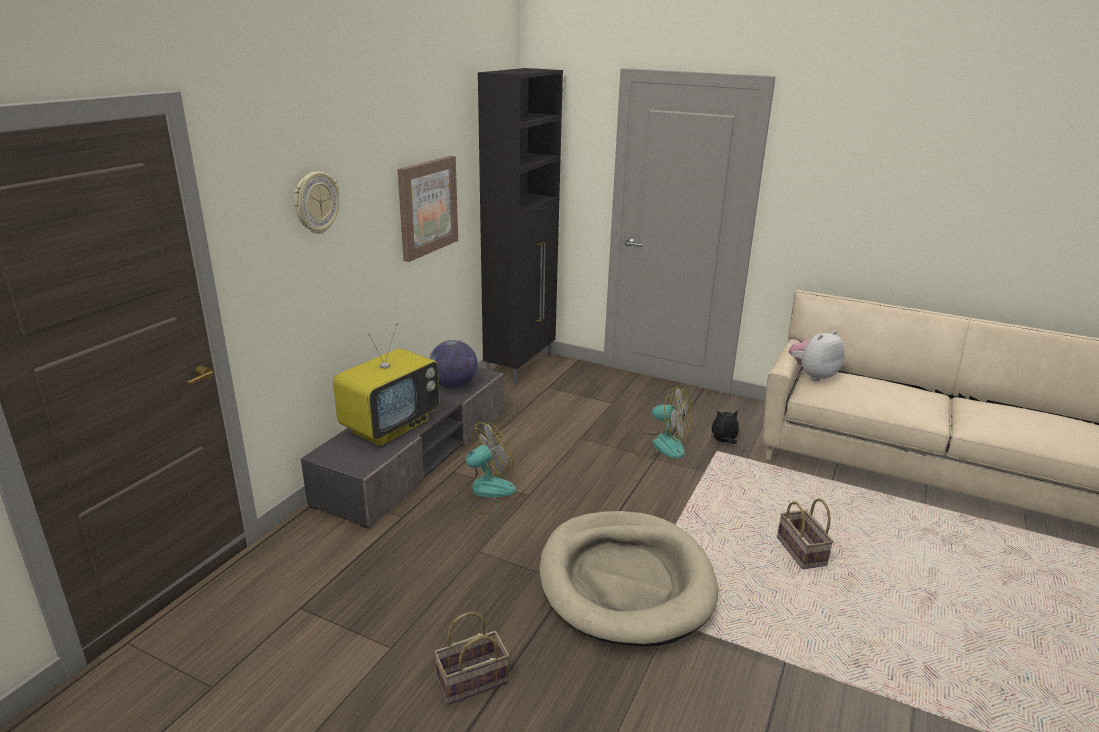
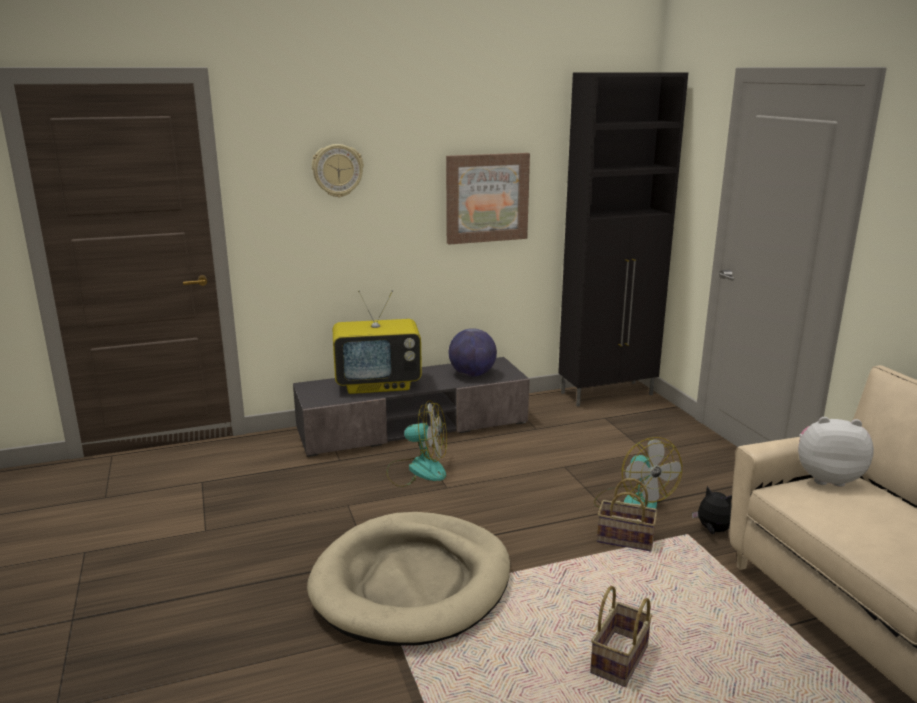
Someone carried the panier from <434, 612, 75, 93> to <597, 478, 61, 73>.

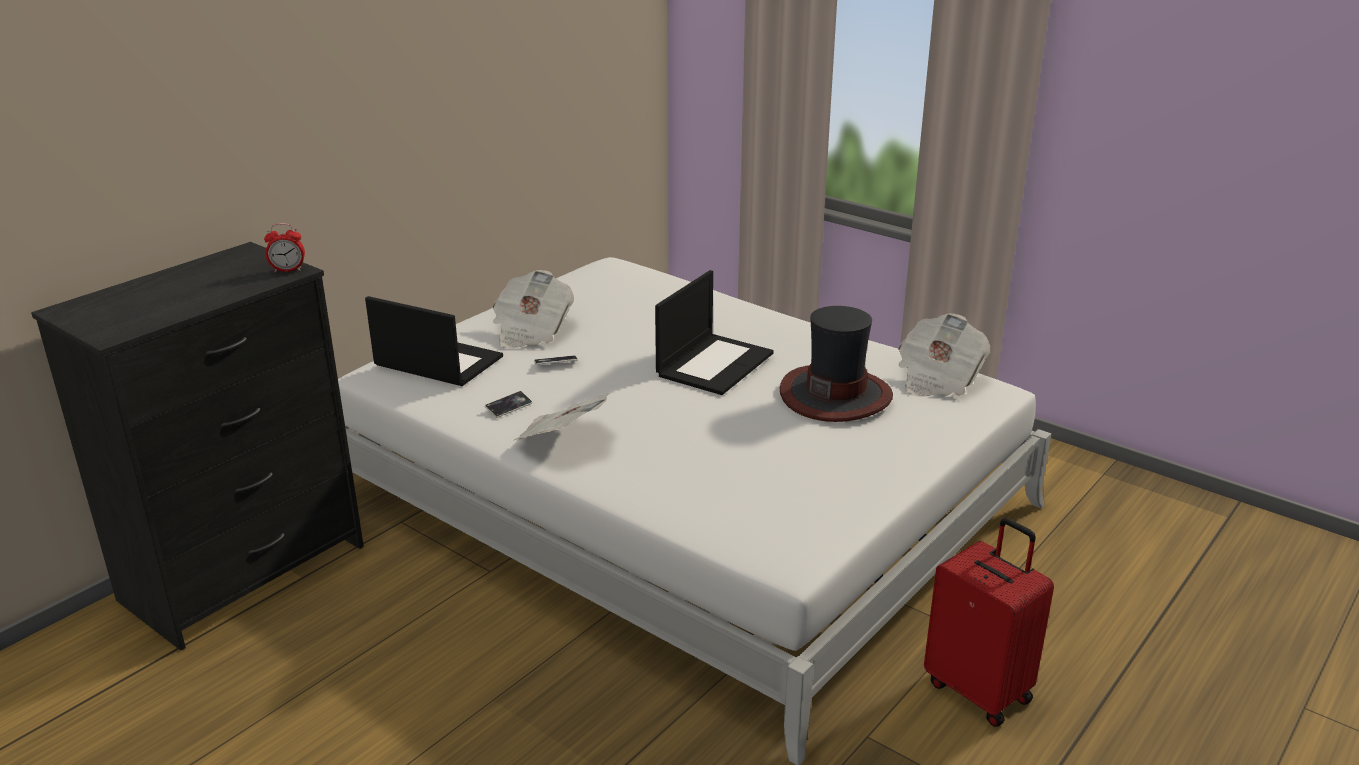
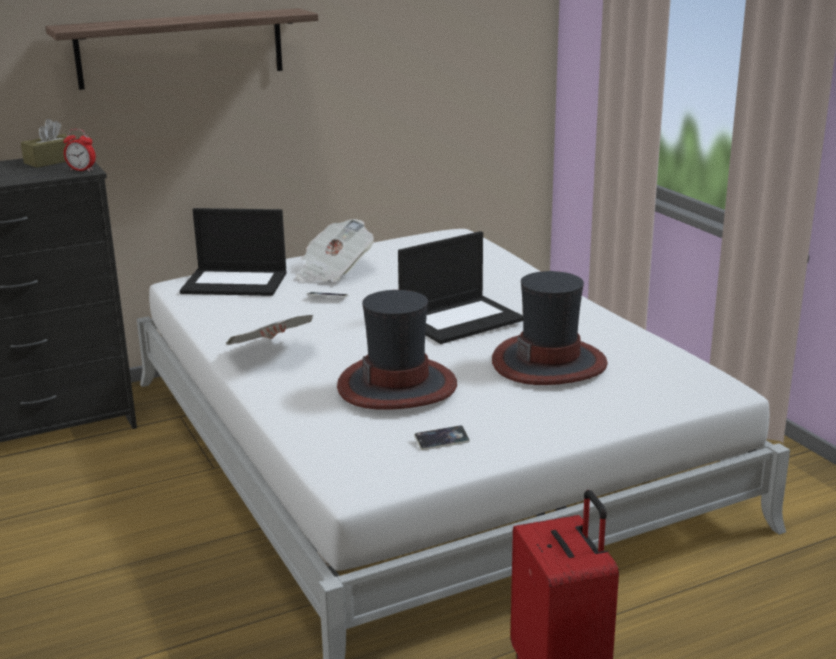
Someone took away the journal at <899, 313, 92, 84>.
Someone put down the boîte à mouchoirs [marron] at <21, 119, 58, 49>.
Someone put up the étagère at <45, 8, 273, 82>.
Someone put down the chapeau at <337, 290, 120, 120>.
Someone carried the téléphone from <485, 391, 47, 27> to <414, 425, 56, 25>.
Someone rotated the ordinateur portable at <365, 296, 138, 90> by 135 degrees clockwise.

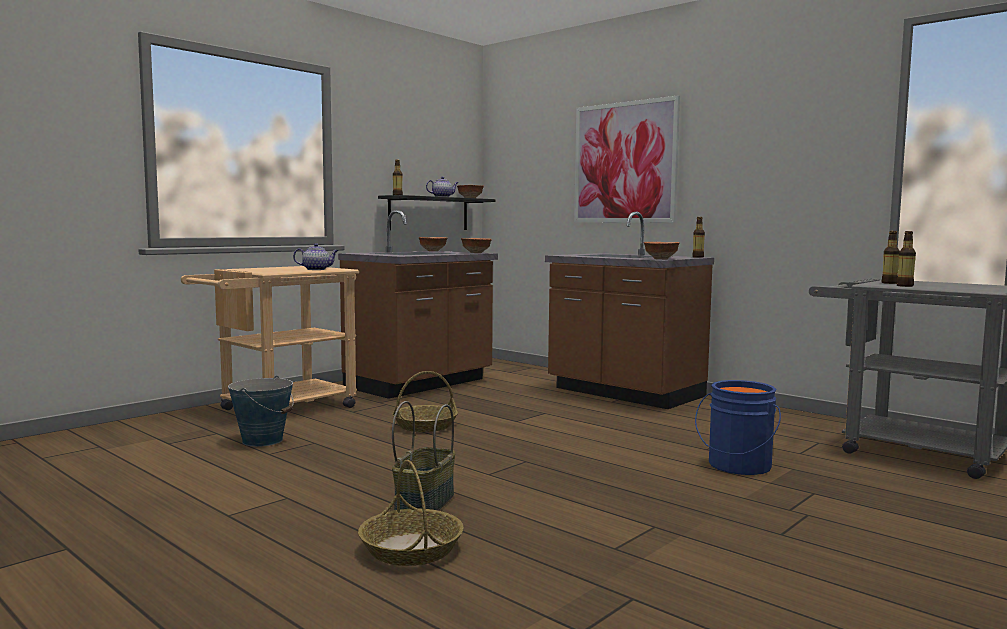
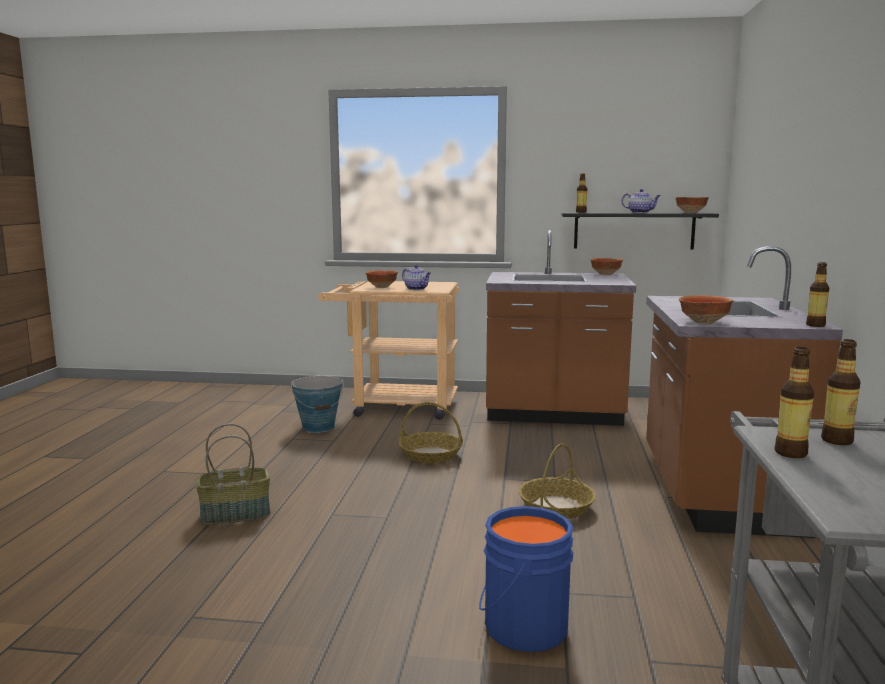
Someone took away the tableau at <574, 95, 106, 128>.
Someone carried the panier from <358, 460, 106, 106> to <519, 443, 77, 76>.
Someone carried the bol from <461, 238, 31, 15> to <366, 270, 32, 18>.

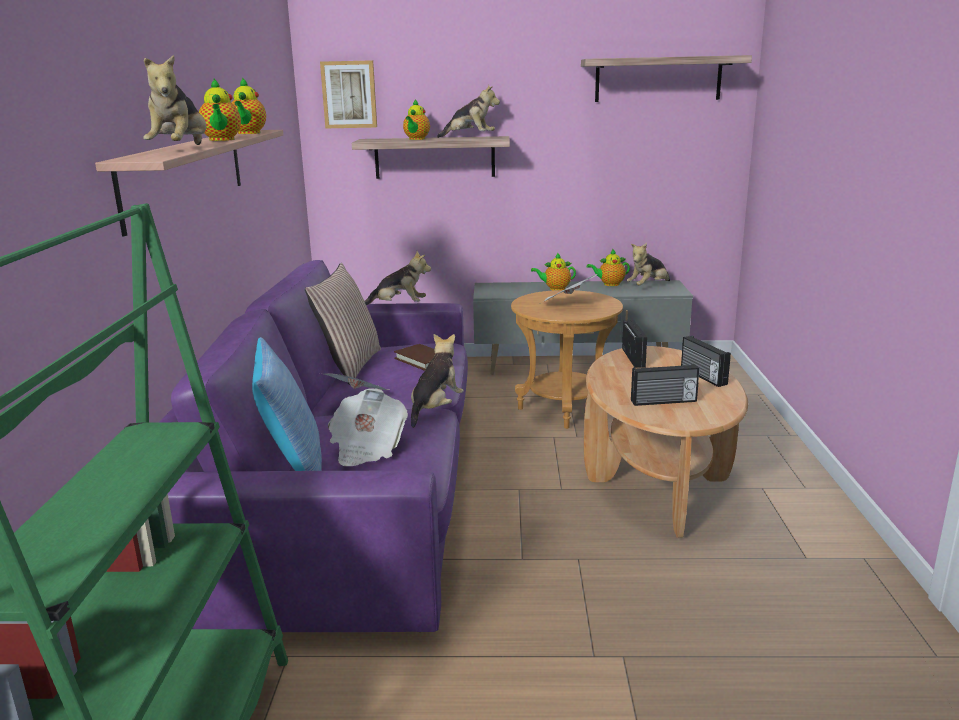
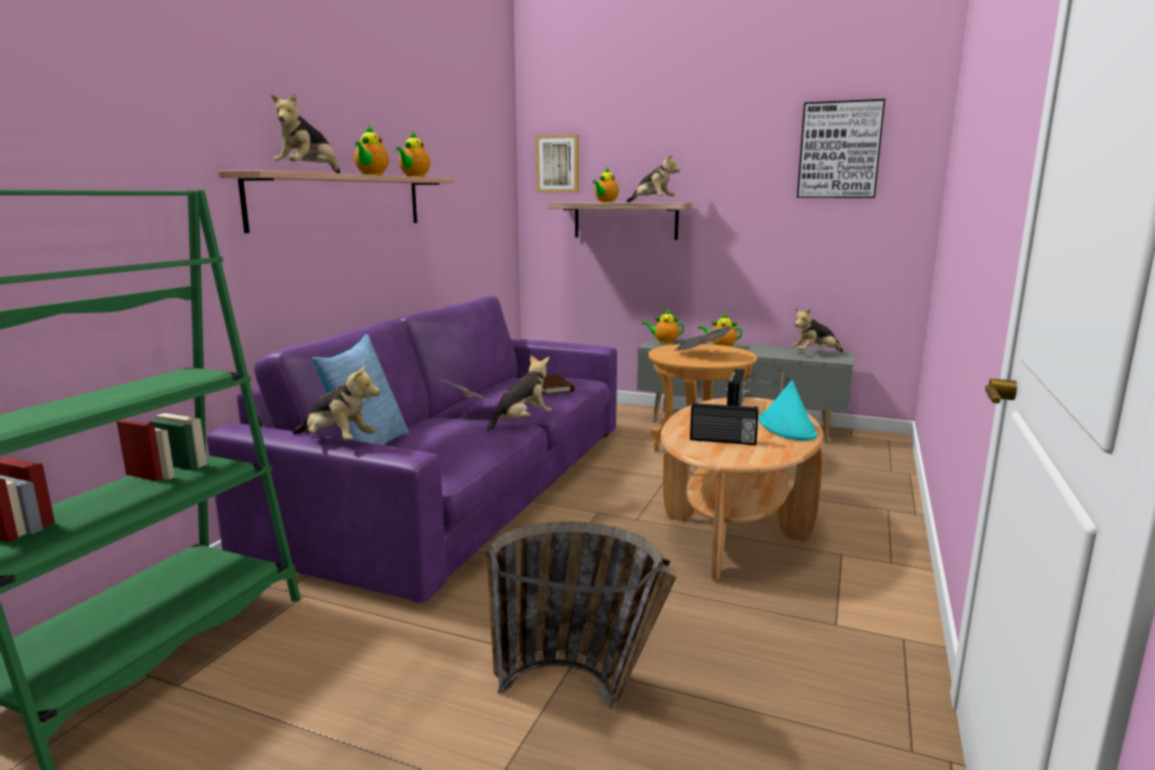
Someone took away the coussin at <305, 263, 76, 122>.
Someone took away the journal at <328, 388, 80, 78>.
Someone put down the panier at <486, 521, 190, 188>.
Someone carried the peluche from <365, 251, 66, 54> to <293, 364, 87, 76>.
Someone carried the théière from <587, 249, 43, 37> to <642, 309, 42, 35>.
Someone swapped the étagère at <581, 55, 171, 47> for the tableau at <797, 99, 88, 99>.
Someone swapped the radio at <681, 336, 50, 51> for the chapeau [turquoise] at <759, 380, 58, 61>.

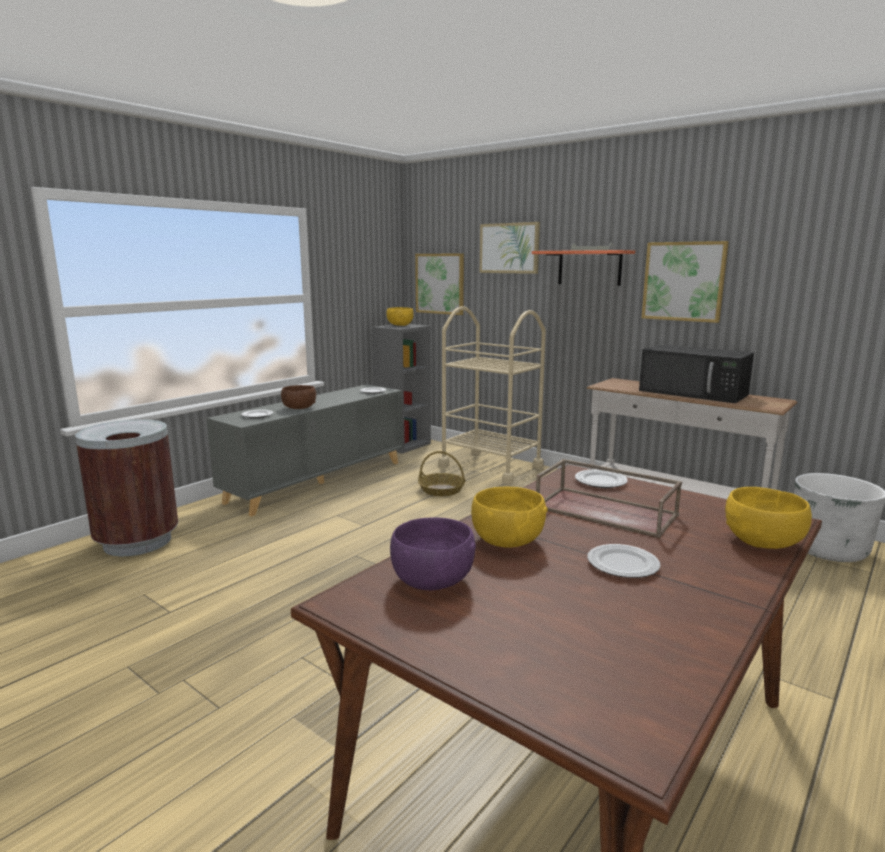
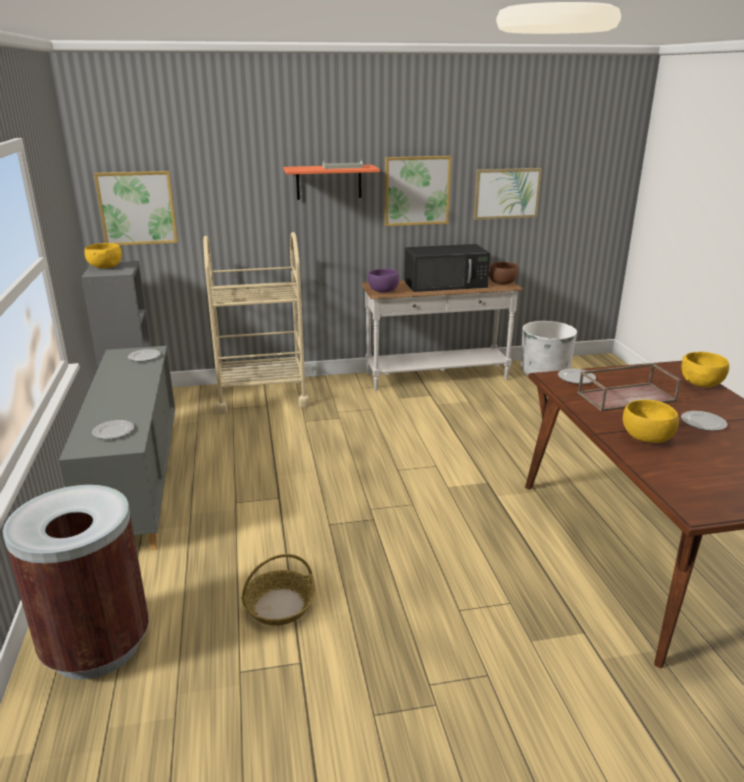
Someone carried the bol [marron] from <281, 385, 35, 24> to <489, 262, 30, 23>.
Someone carried the bol [violet] from <390, 517, 86, 73> to <368, 269, 31, 23>.
Someone carried the panier from <418, 451, 47, 45> to <241, 554, 74, 72>.
Someone carried the tableau from <480, 222, 60, 52> to <473, 168, 69, 52>.

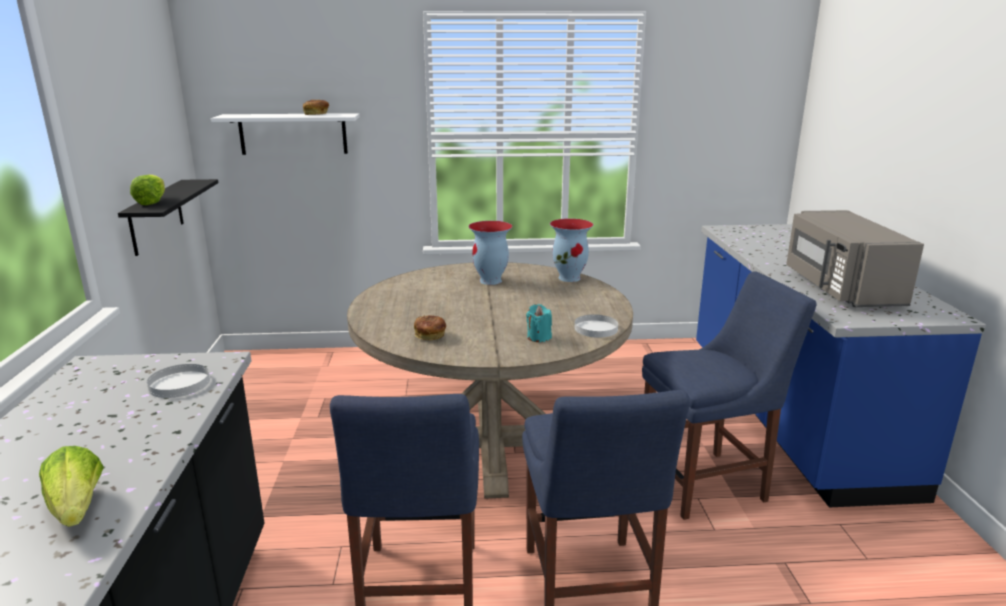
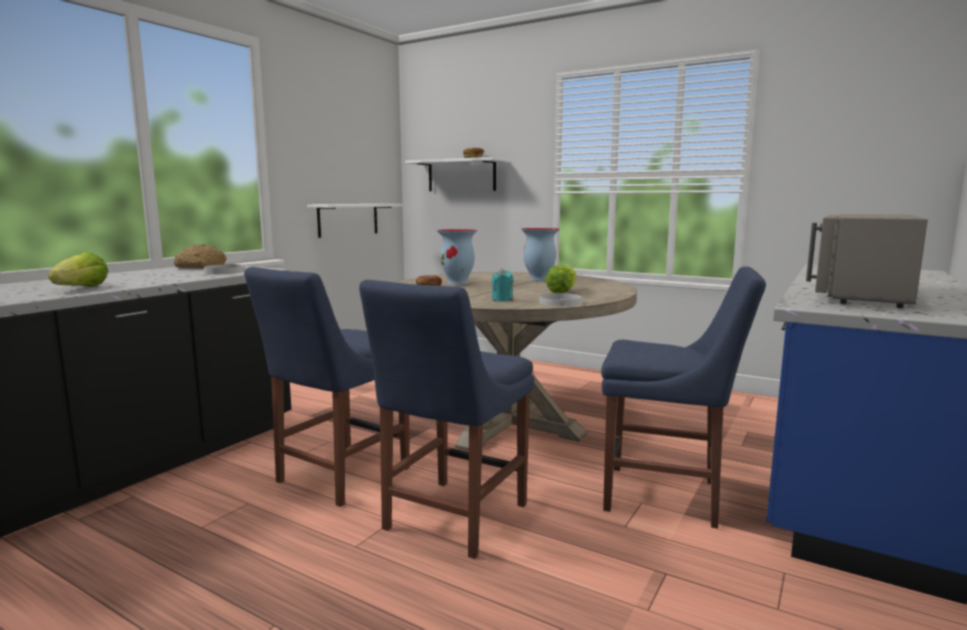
Someone put down the pain at <174, 244, 53, 25>.
Someone carried the laitue from <130, 175, 35, 30> to <545, 265, 31, 28>.
Someone carried the vase from <550, 219, 43, 63> to <437, 229, 40, 56>.
Someone repainted the étagère [noir] at <118, 179, 100, 77>, which became the étagère [blanc] at <307, 204, 96, 34>.

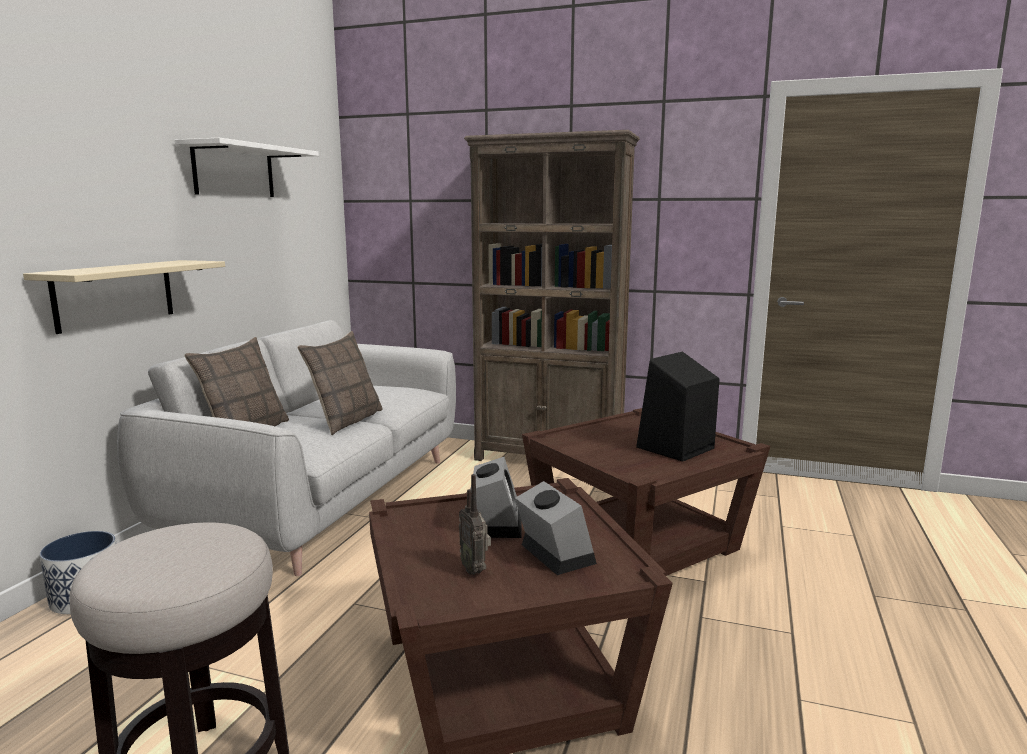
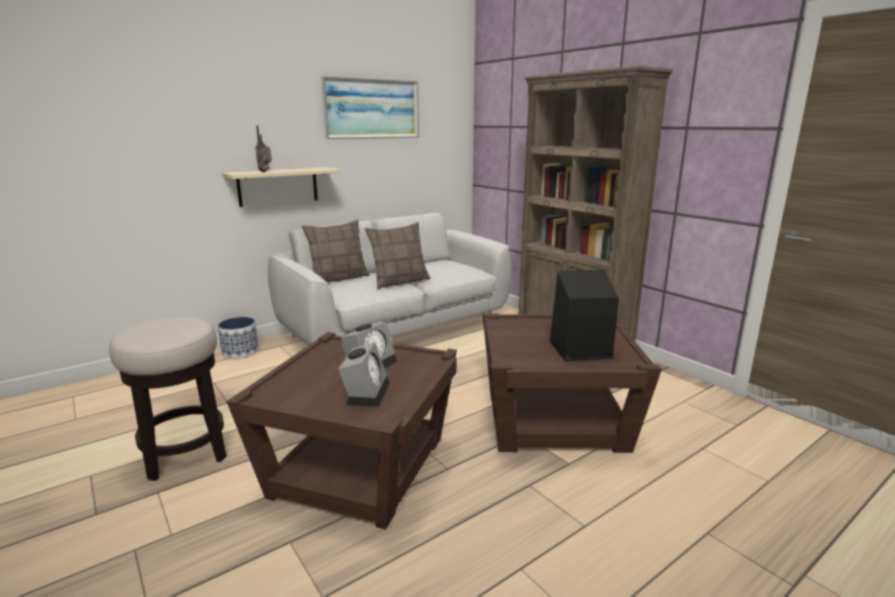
Someone carried the radio from <459, 474, 32, 101> to <255, 126, 17, 46>.
Someone swapped the étagère [blanc] at <175, 138, 144, 59> for the tableau at <321, 76, 98, 63>.

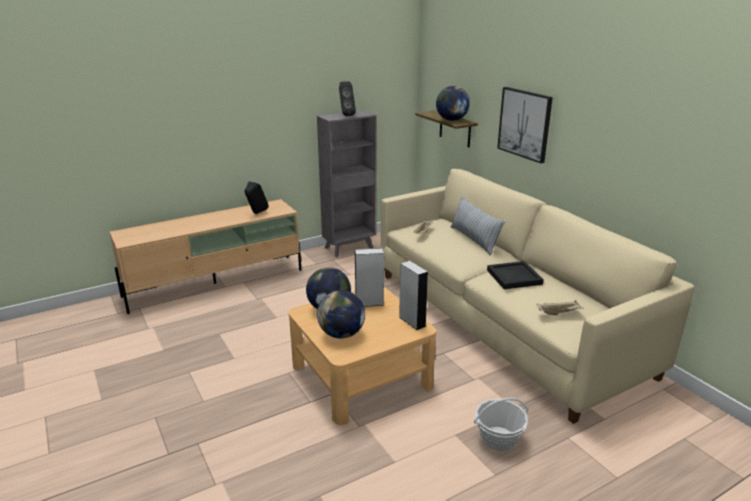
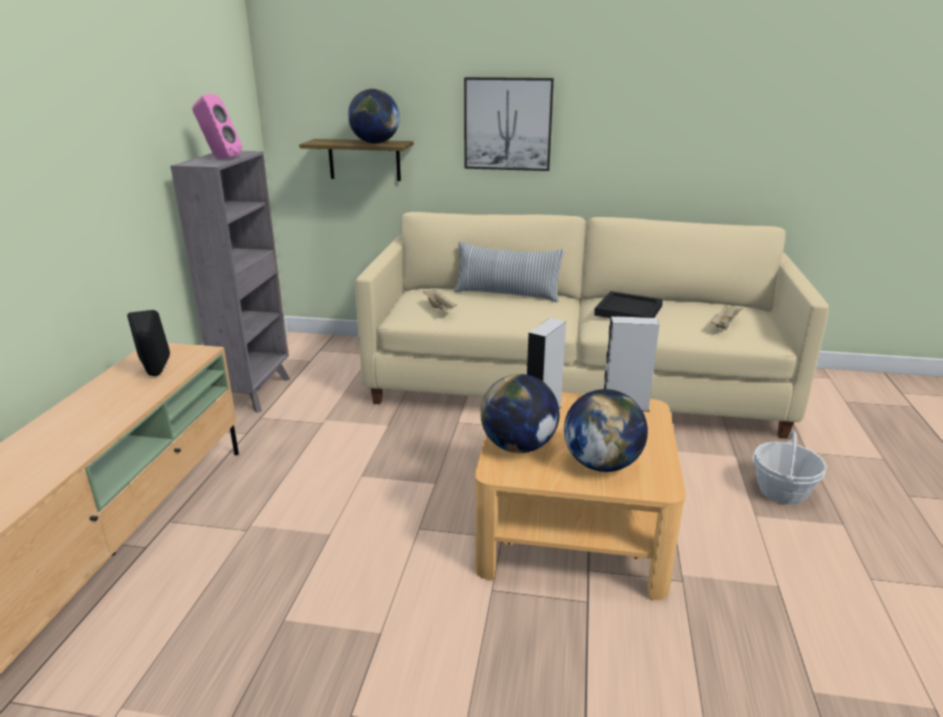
Someone repainted the enceinte [noir] at <339, 81, 17, 35>, which became the enceinte [rose] at <192, 94, 50, 64>.

